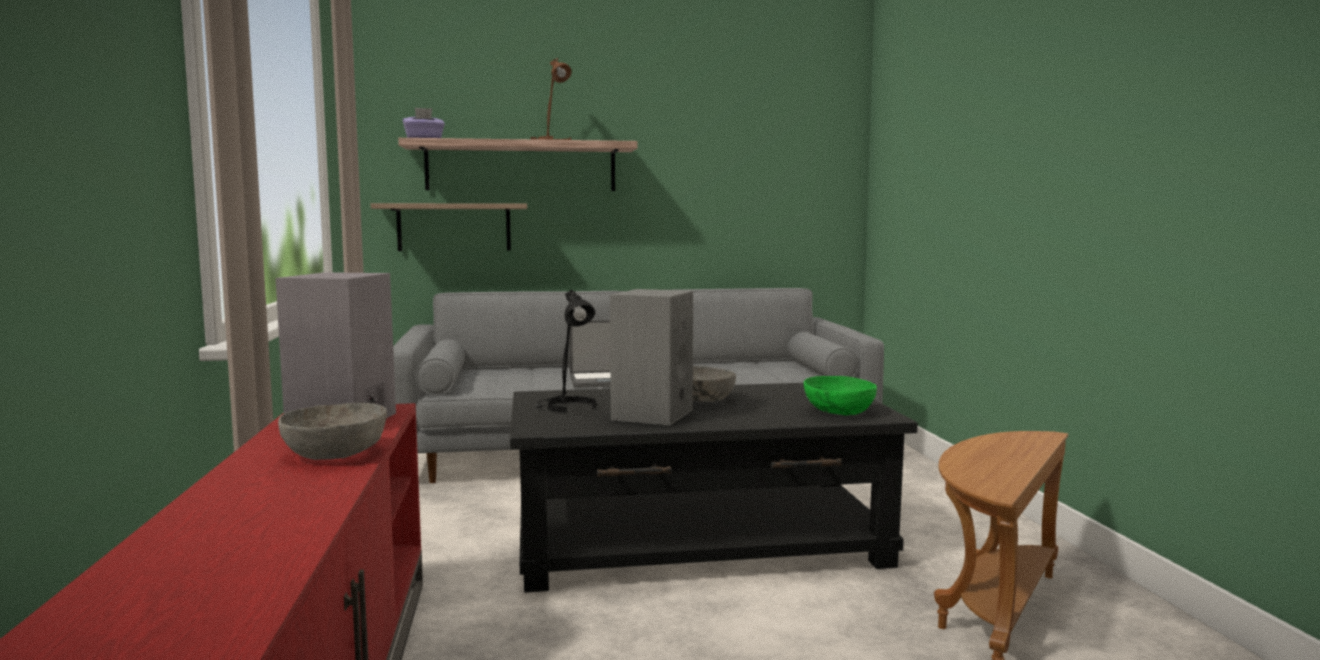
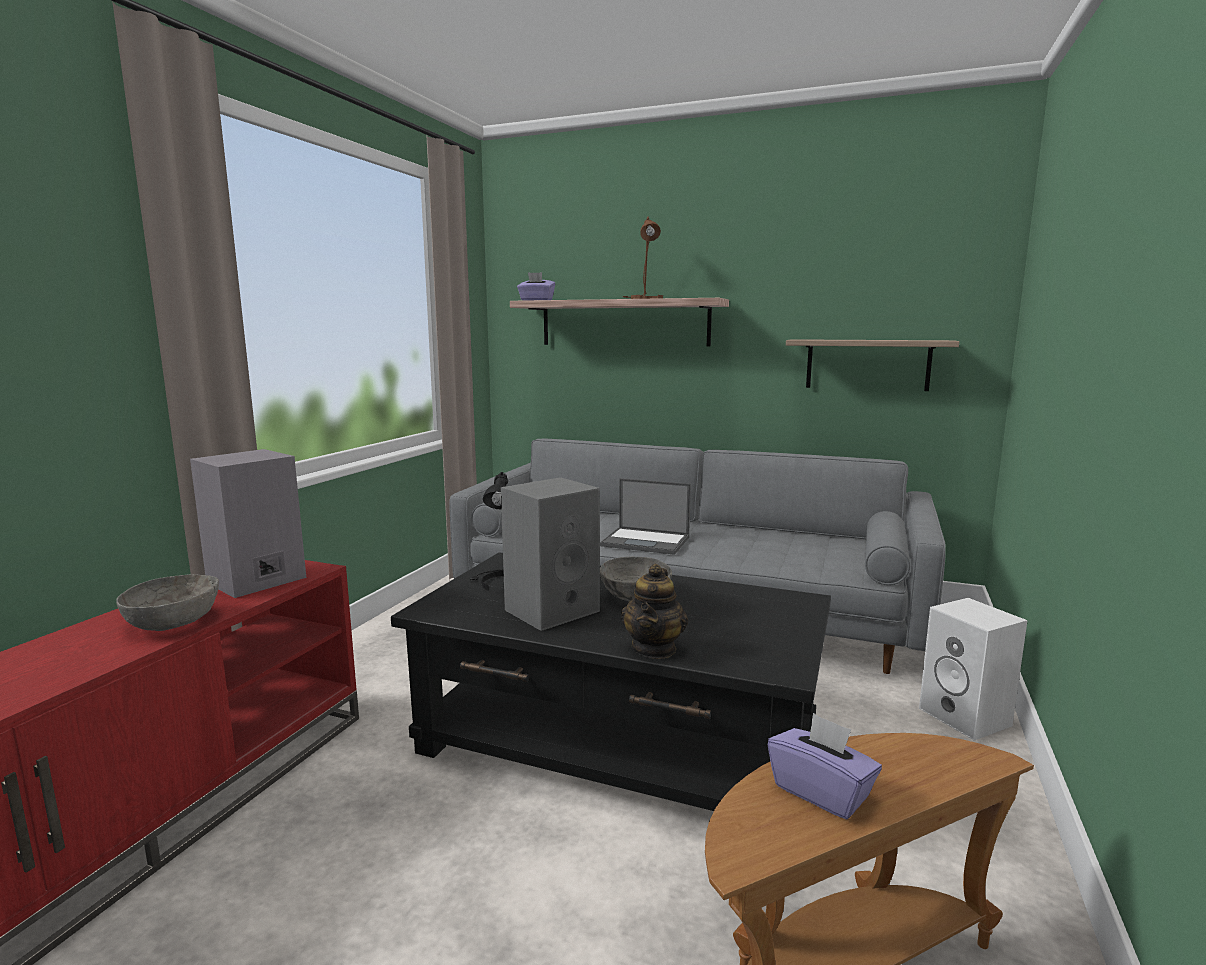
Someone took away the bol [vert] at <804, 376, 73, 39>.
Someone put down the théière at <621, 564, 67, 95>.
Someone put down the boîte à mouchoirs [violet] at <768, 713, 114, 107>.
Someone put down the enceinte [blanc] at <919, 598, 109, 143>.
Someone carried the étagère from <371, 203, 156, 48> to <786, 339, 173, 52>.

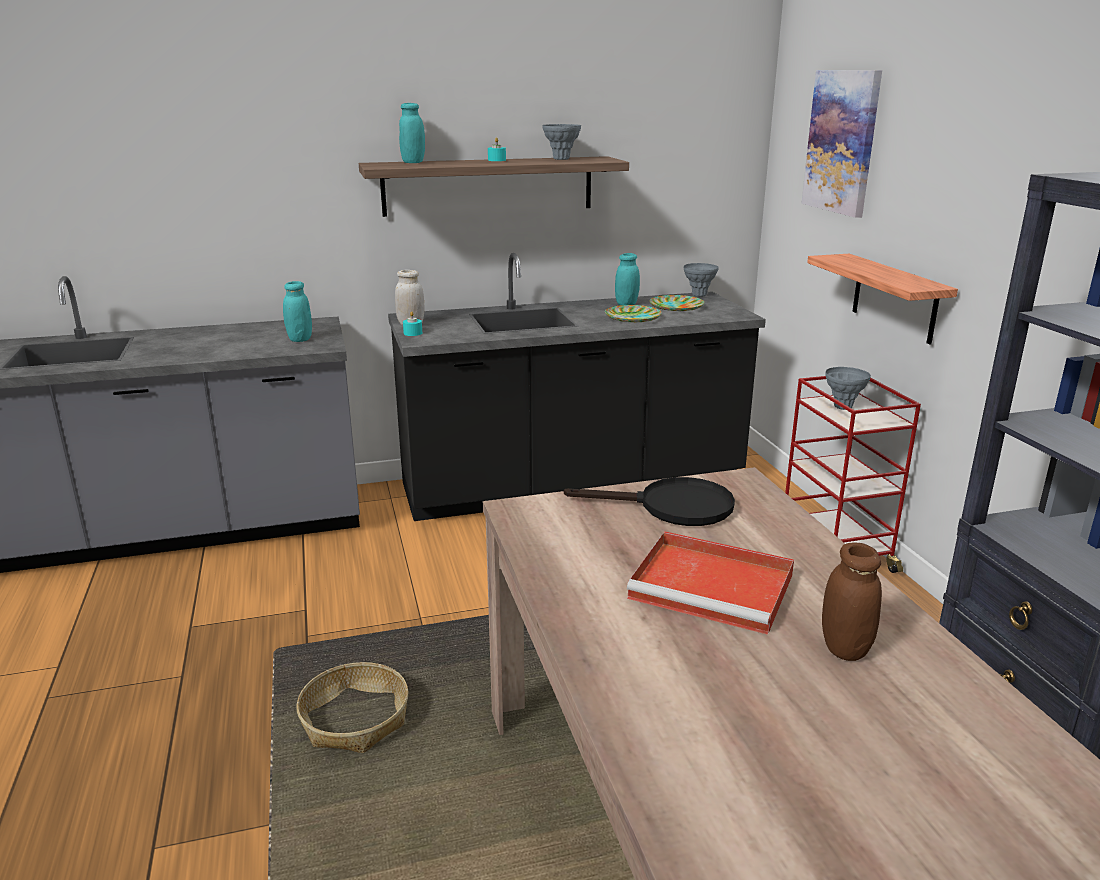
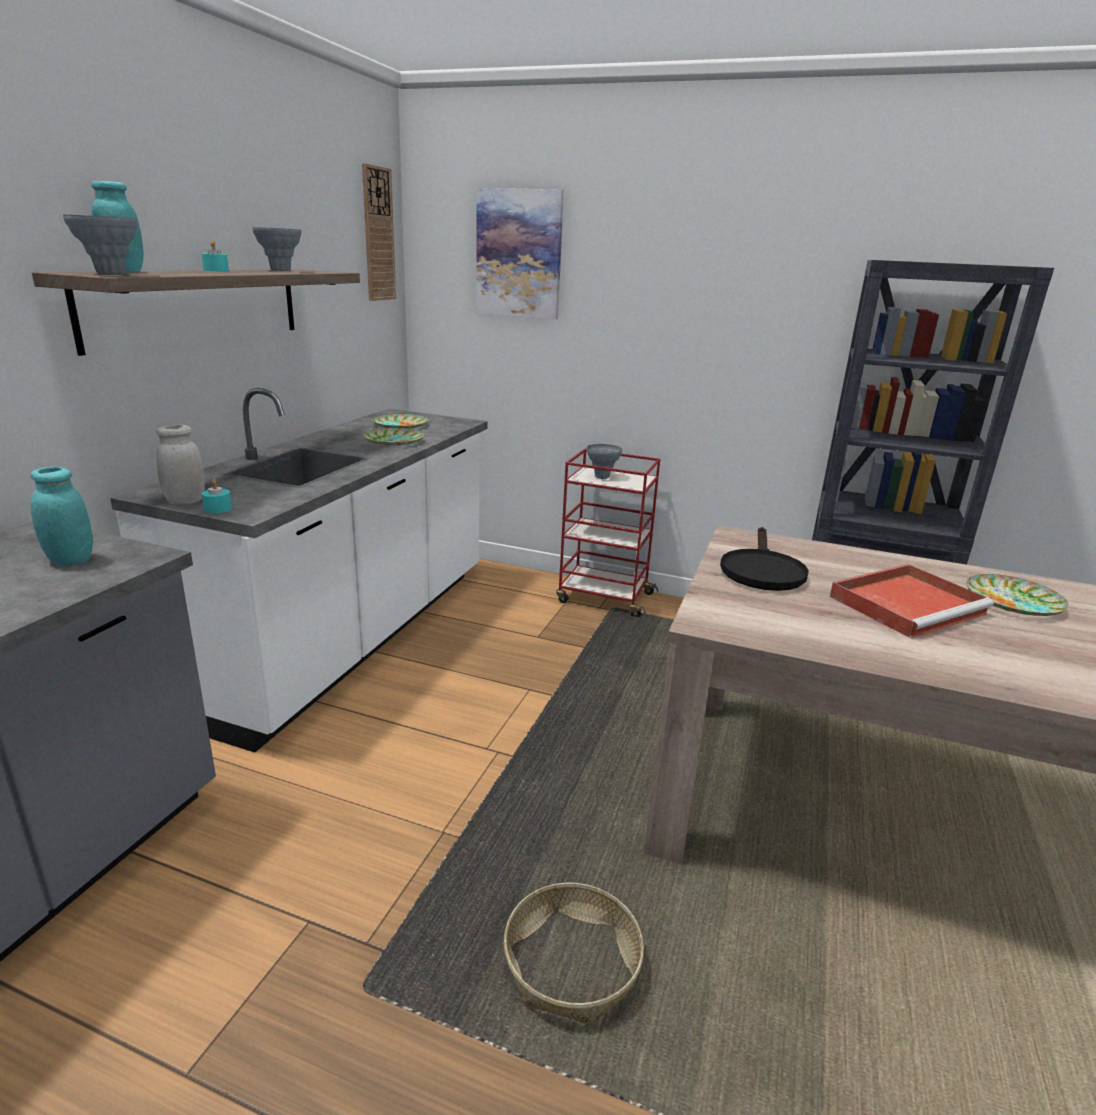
Someone took away the bocal [turquoise] at <615, 253, 25, 52>.
Someone took away the étagère at <807, 254, 151, 91>.
Someone put up the horloge murale at <362, 163, 34, 138>.
Someone carried the vase [gris] from <684, 263, 34, 34> to <63, 215, 74, 60>.
Someone swapped the bocal [marron] at <822, 543, 60, 118> for the assiette at <966, 574, 103, 42>.
Someone repainted the comptoir de cuisine [noir] at <388, 253, 378, 268>, which became the comptoir de cuisine [blanc] at <110, 388, 378, 364>.
Someone rotated the poêle [noir] at <564, 477, 171, 49> by 150 degrees clockwise.

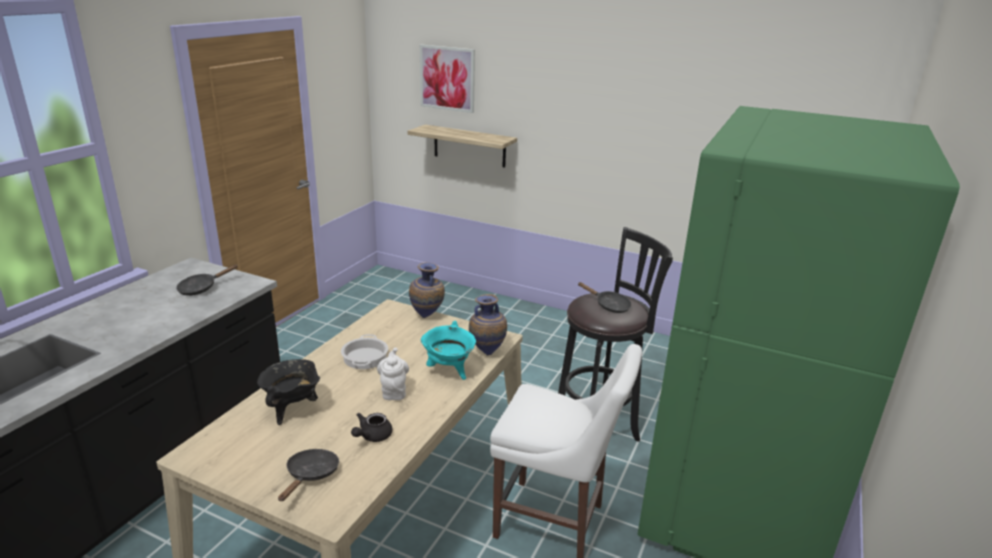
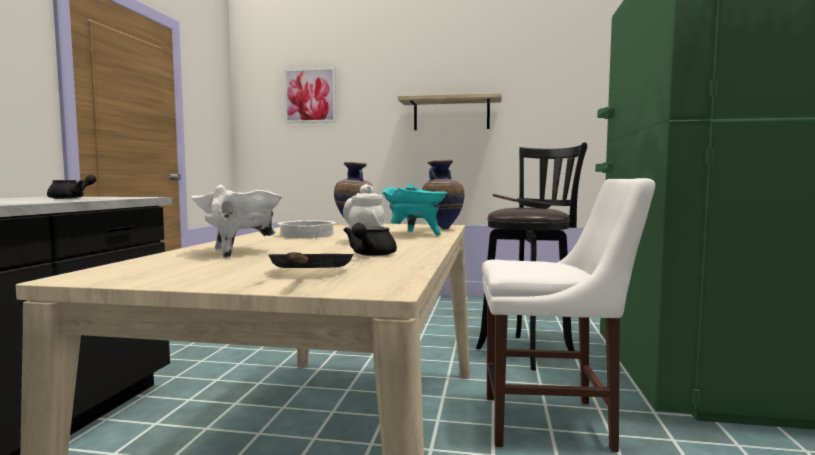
Someone carried the étagère from <407, 125, 110, 43> to <398, 93, 104, 37>.
Someone swapped the poêle [noir] at <176, 265, 61, 31> for the théière [noir] at <47, 175, 49, 24>.
Someone repainted the marmite [noir] at <257, 359, 63, 66>, which became the marmite [blanc] at <191, 185, 92, 73>.

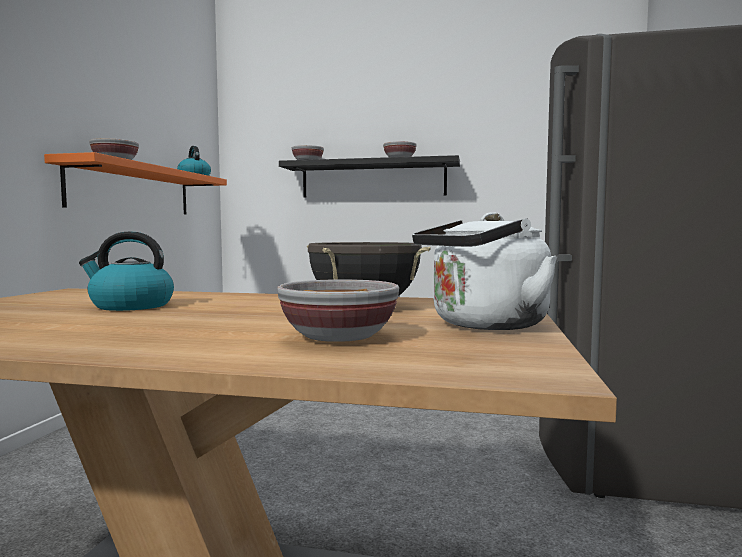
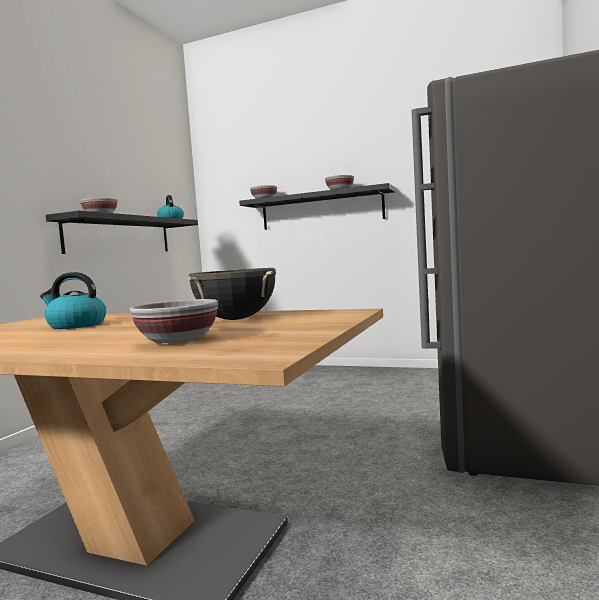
Someone took away the bouilloire [blanc] at <412, 212, 145, 118>.
Someone repainted the étagère [orange] at <44, 152, 183, 62>, which became the étagère [noir] at <46, 211, 152, 43>.

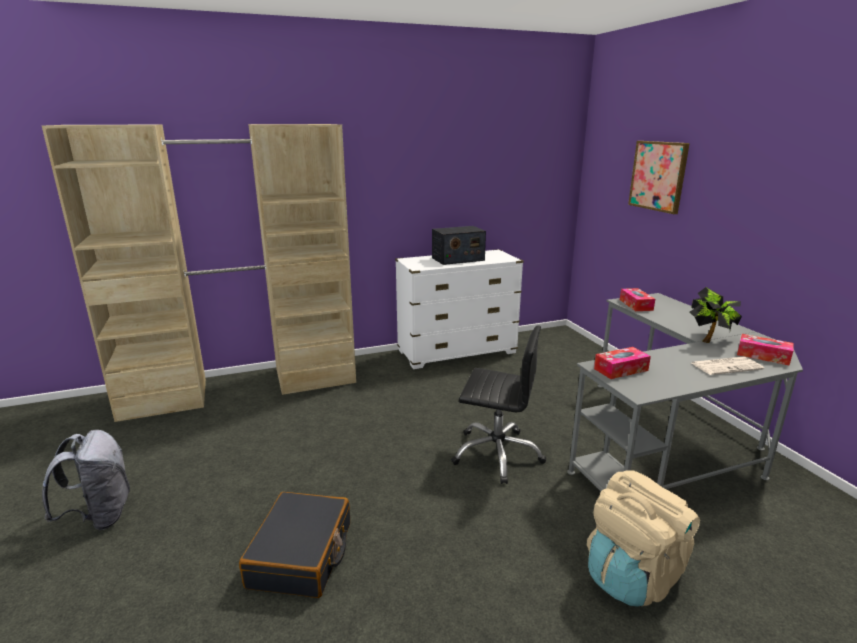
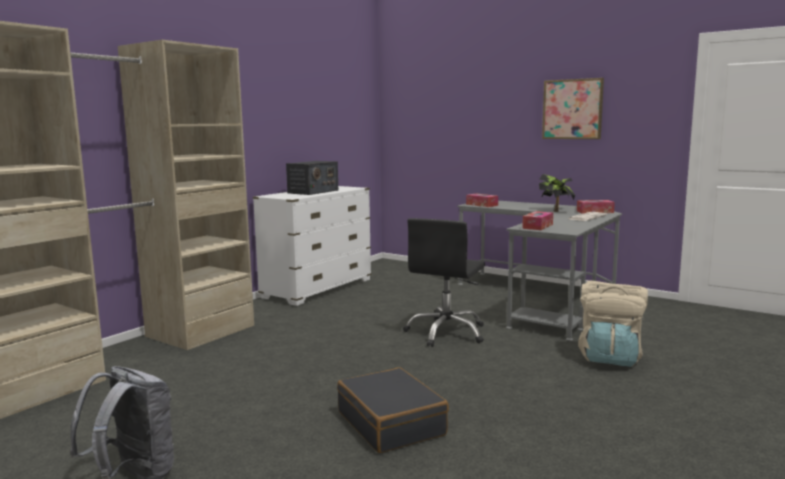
Someone carried the tableau from <628, 141, 62, 73> to <542, 78, 62, 61>.
Someone rotated the chaise de bureau [noir] at <451, 325, 95, 159> by 135 degrees clockwise.

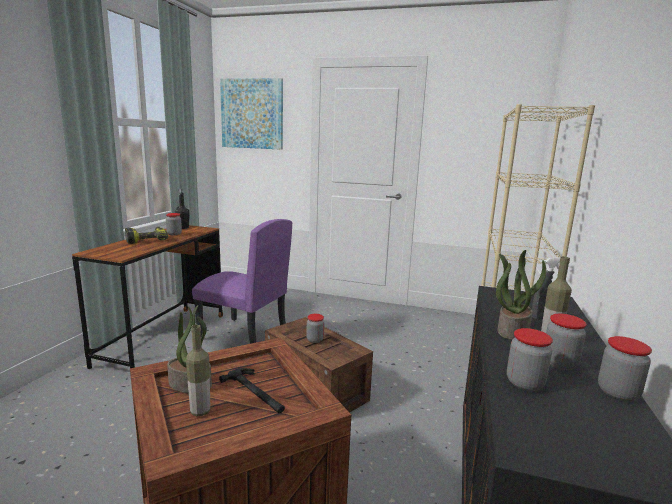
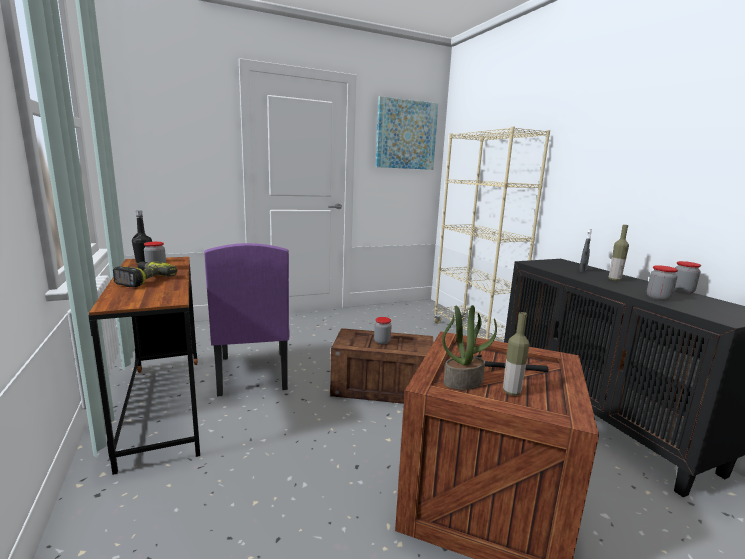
Someone took away the plante en pot at <496, 250, 50, 90>.
Someone took away the bocal at <546, 314, 41, 56>.
Someone carried the tableau from <220, 78, 63, 72> to <375, 96, 63, 74>.
Someone rotated the chaise [violet] at <192, 219, 100, 125> by 90 degrees clockwise.

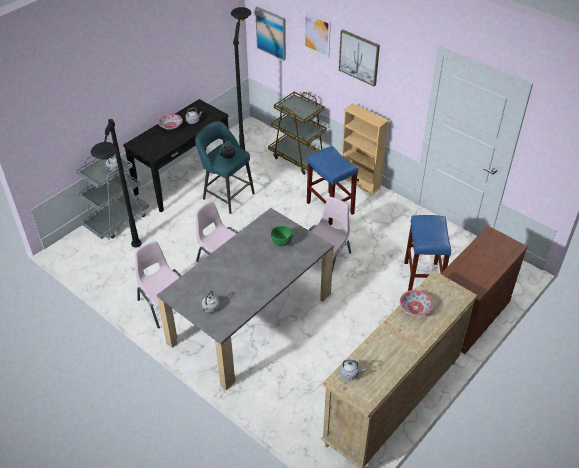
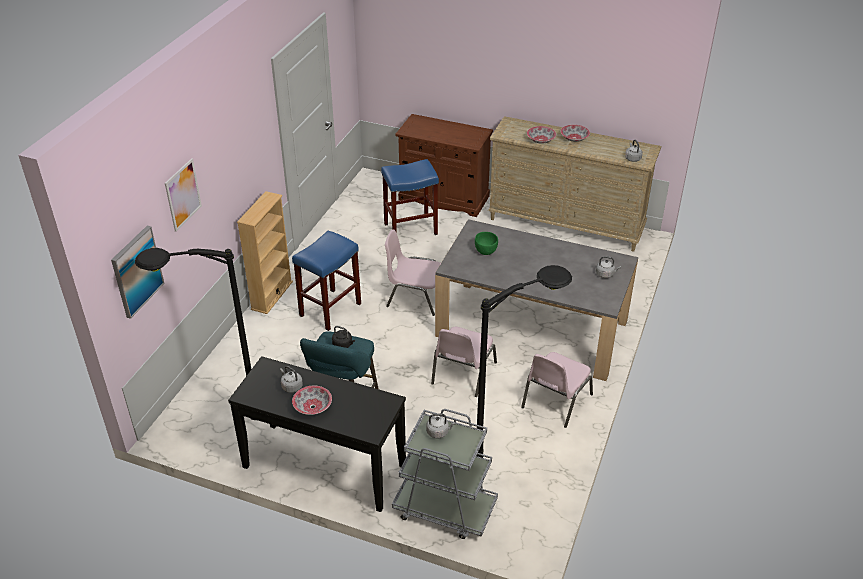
Someone took away the chariot [marron] at <268, 92, 59, 83>.
Someone took away the tableau at <339, 30, 41, 56>.
Someone put down the bol at <560, 125, 30, 17>.

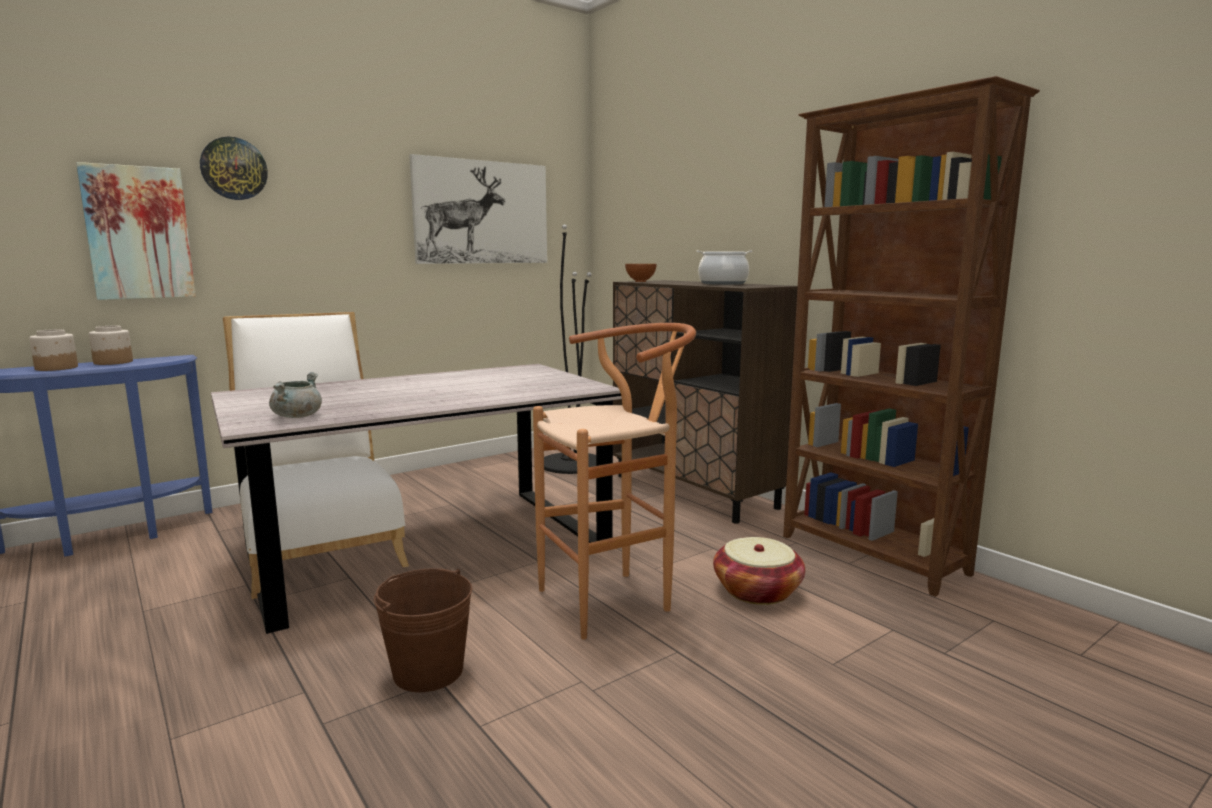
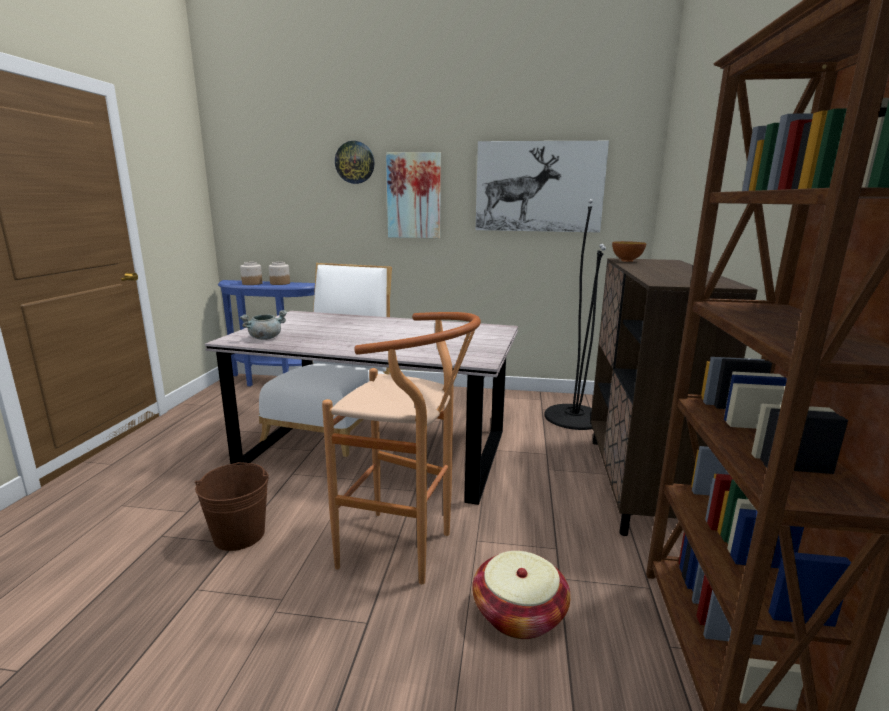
Someone took away the marmite at <696, 250, 56, 35>.
Someone carried the tableau from <76, 162, 120, 138> to <386, 152, 55, 86>.

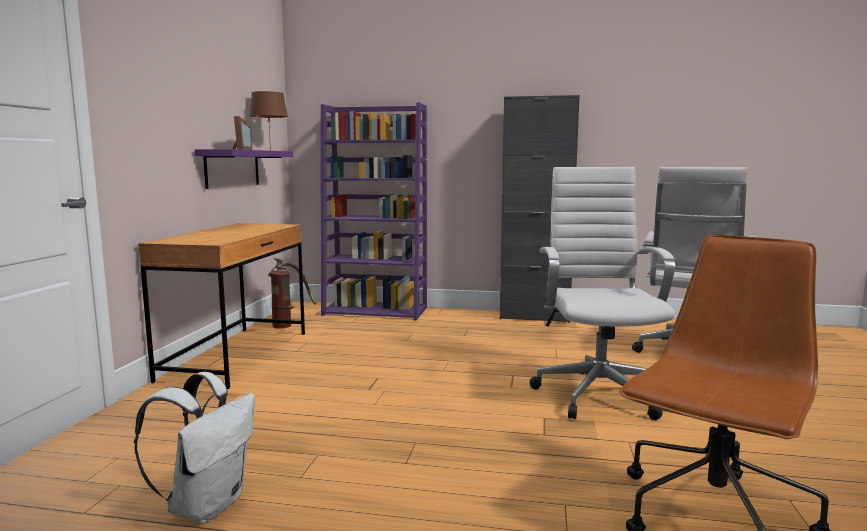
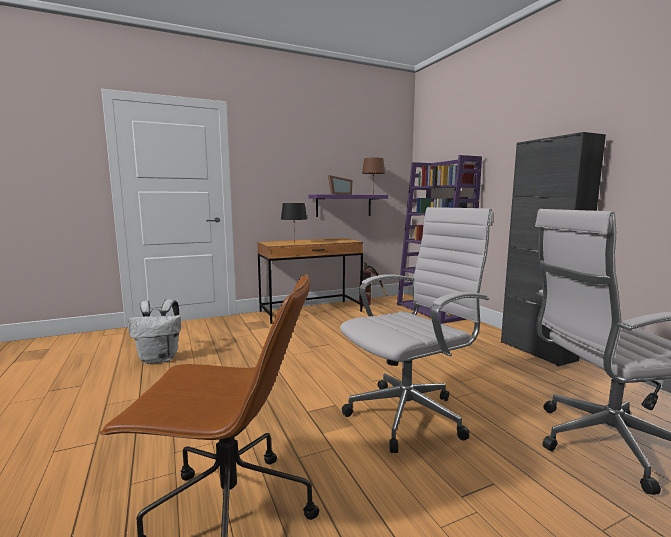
Someone put down the lampe de table [noir] at <281, 203, 26, 40>.

